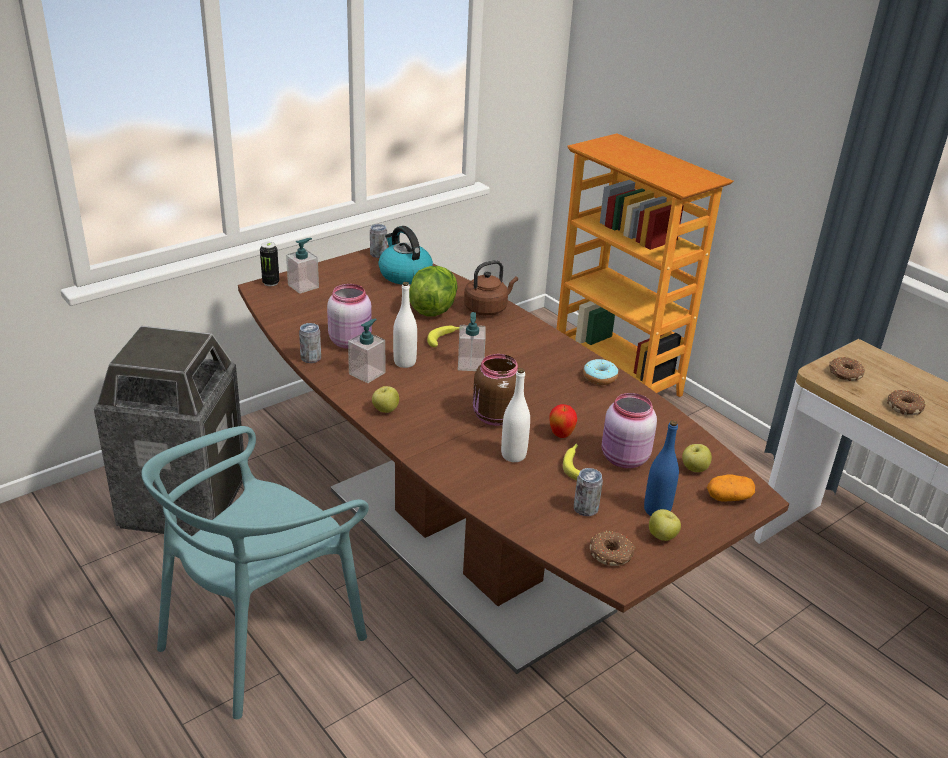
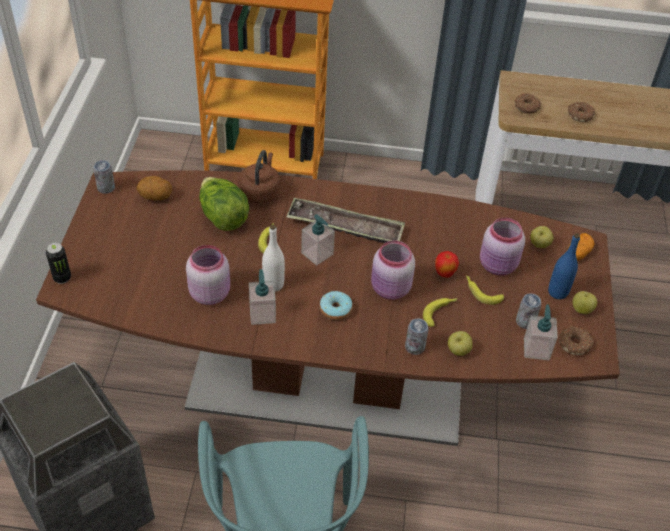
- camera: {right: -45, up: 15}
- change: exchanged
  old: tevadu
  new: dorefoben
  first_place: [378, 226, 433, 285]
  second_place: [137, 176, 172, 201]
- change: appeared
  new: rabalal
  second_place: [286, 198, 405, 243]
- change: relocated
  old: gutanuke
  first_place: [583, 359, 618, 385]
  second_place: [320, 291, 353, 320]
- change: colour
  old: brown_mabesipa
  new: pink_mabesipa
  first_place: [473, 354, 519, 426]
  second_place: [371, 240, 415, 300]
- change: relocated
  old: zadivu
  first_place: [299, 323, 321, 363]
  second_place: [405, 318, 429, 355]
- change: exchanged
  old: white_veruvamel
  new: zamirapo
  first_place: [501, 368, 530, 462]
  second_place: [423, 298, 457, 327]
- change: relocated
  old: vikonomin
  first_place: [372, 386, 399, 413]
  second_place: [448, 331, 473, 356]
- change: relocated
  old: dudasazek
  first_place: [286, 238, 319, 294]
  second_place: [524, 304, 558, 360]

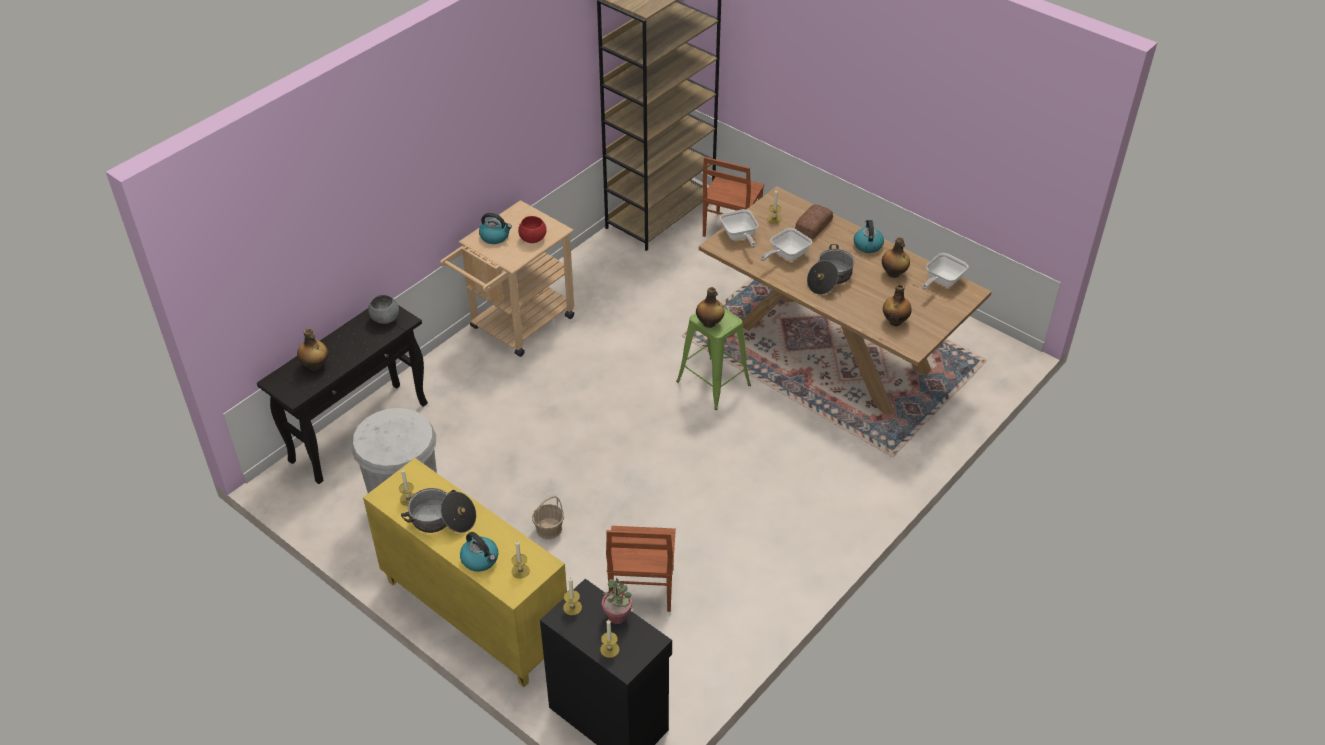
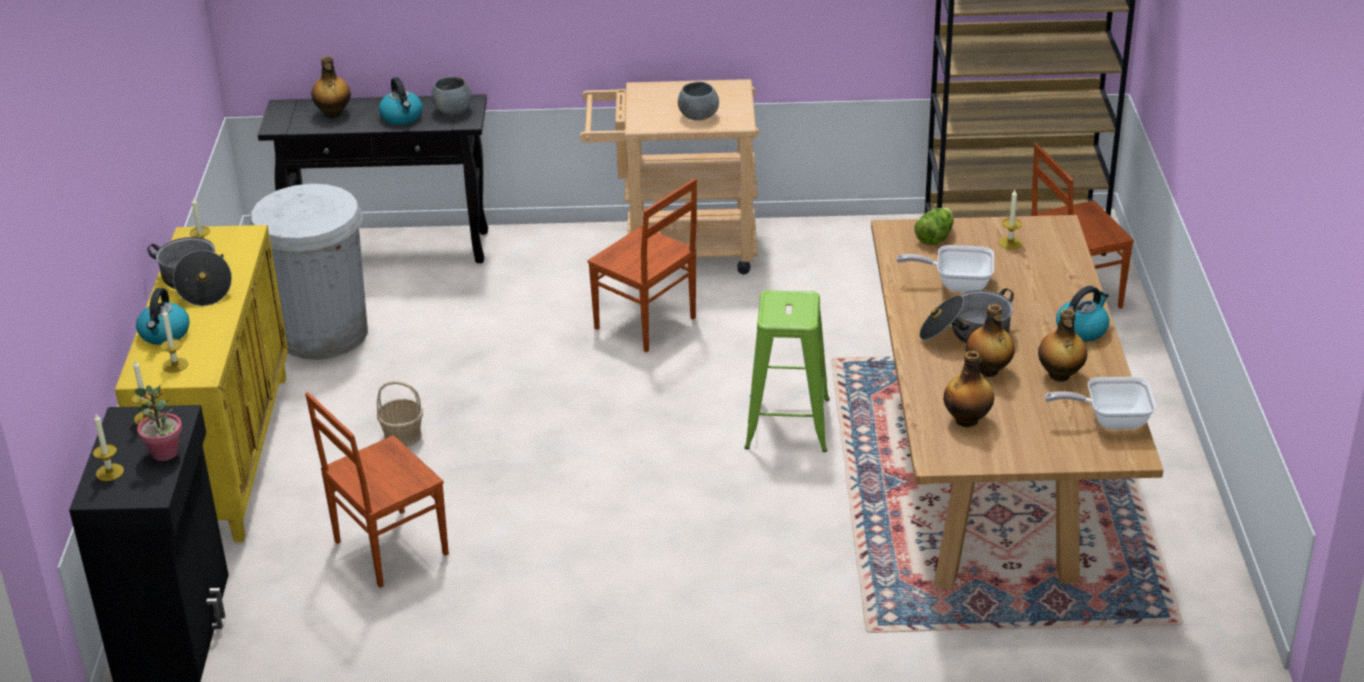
- camera: {right: 50, up: -10}
- change: relocated
  old: tevadu
  first_place: [479, 213, 512, 244]
  second_place: [379, 77, 423, 125]
- change: appeared
  new: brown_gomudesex
  second_place: [587, 178, 697, 353]
- change: colour
  old: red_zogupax
  new: grey_zogupax
  first_place: [518, 216, 547, 243]
  second_place: [678, 82, 719, 120]
- change: exchanged
  old: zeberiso
  new: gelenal
  first_place: [720, 209, 758, 248]
  second_place: [914, 208, 954, 245]
- change: relocated
  old: veruvamel
  first_place: [696, 287, 725, 328]
  second_place: [966, 304, 1015, 377]
- change: missing
  old: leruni
  first_place: [795, 204, 833, 239]

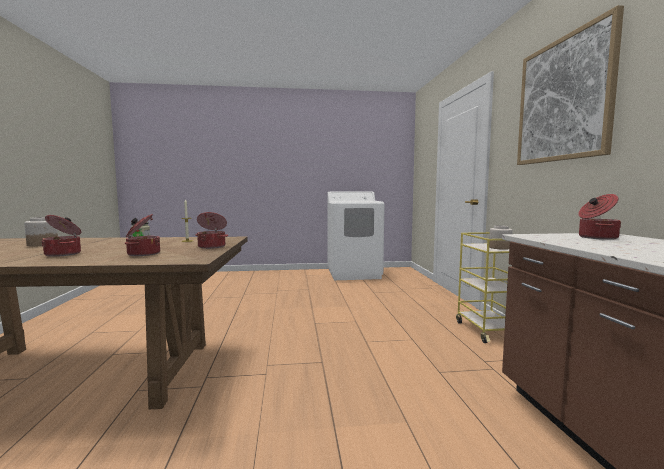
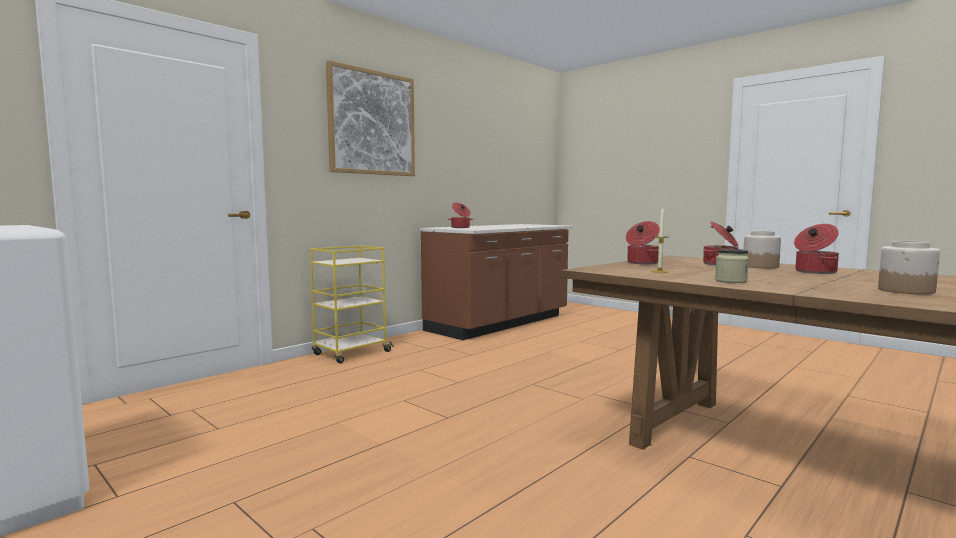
- camera: {right: -130, up: 0}
- change: relocated
  old: mabesipa
  first_place: [489, 225, 512, 250]
  second_place: [743, 231, 781, 269]

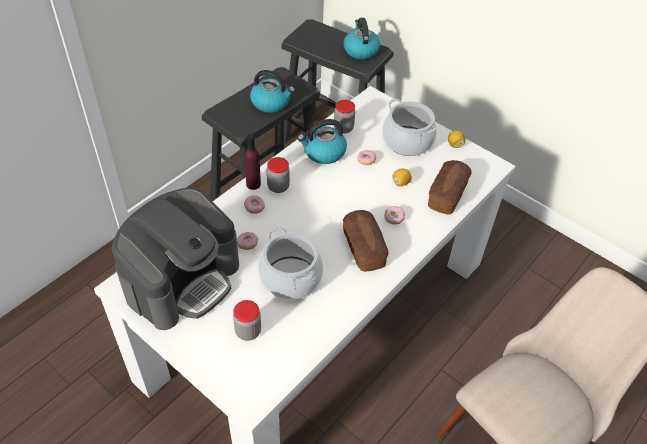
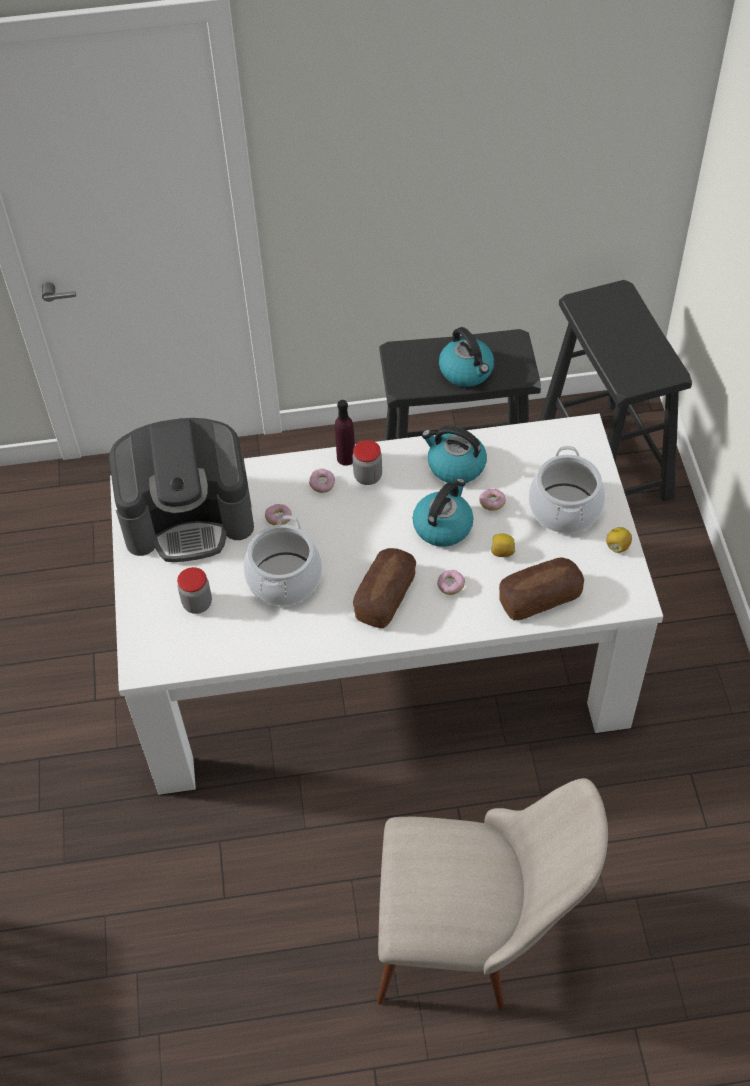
- camera: {right: 45, up: 5}
- change: relocated
  old: tevadu
  first_place: [343, 18, 380, 59]
  second_place: [412, 478, 474, 547]
- change: missing
  old: mabesipa
  first_place: [334, 100, 355, 134]

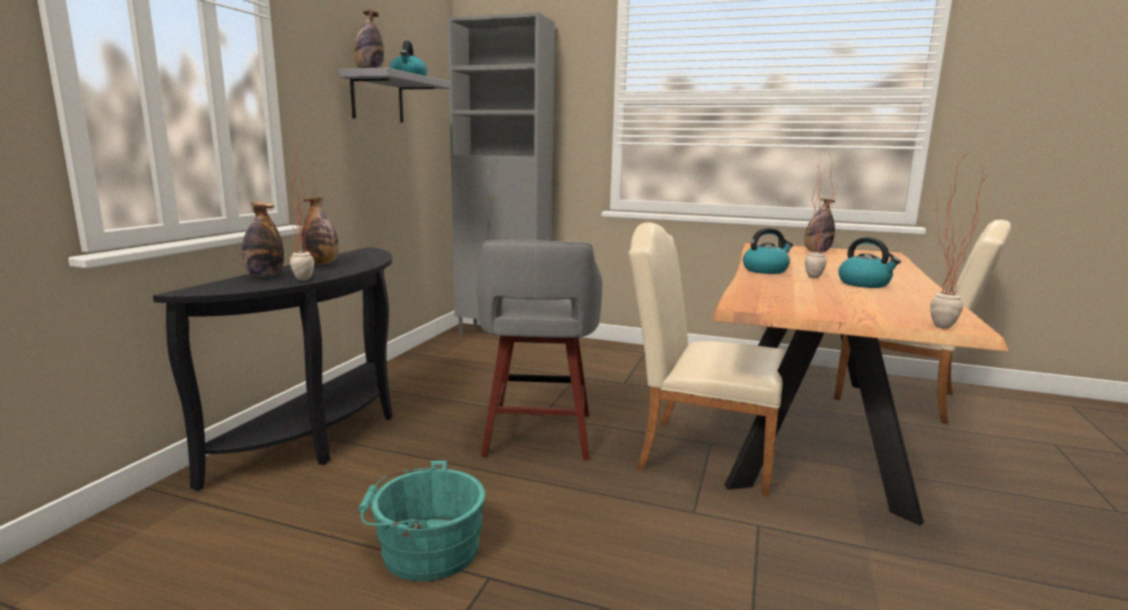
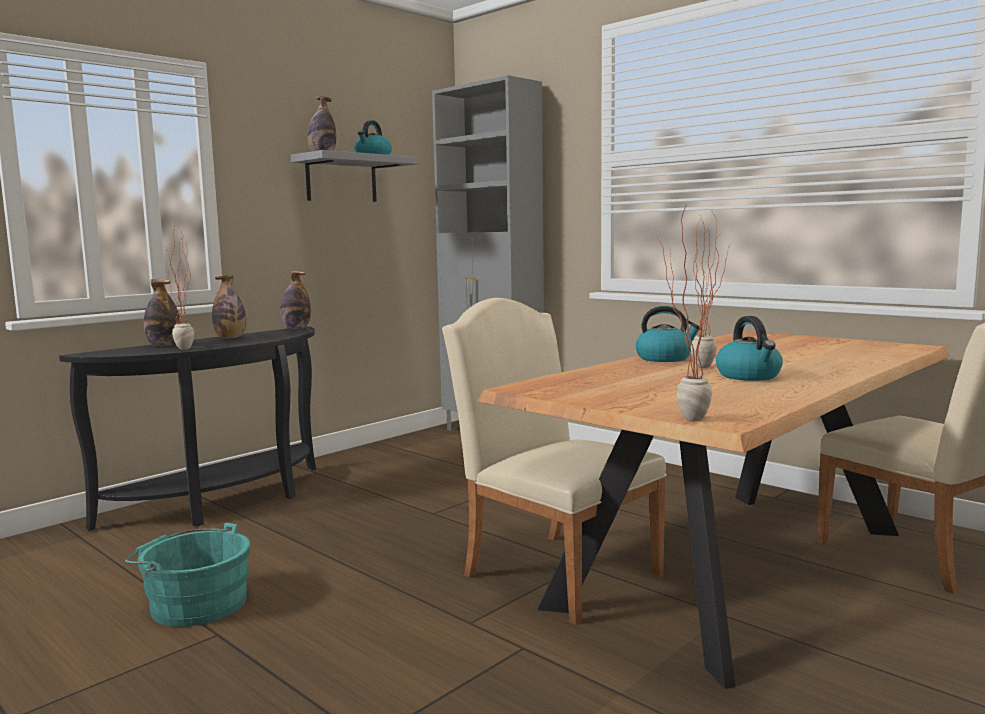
- camera: {right: 25, up: -5}
- change: relocated
  old: veruvamel
  first_place: [804, 198, 835, 252]
  second_place: [280, 271, 311, 329]
- change: missing
  old: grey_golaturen
  first_place: [477, 240, 602, 460]

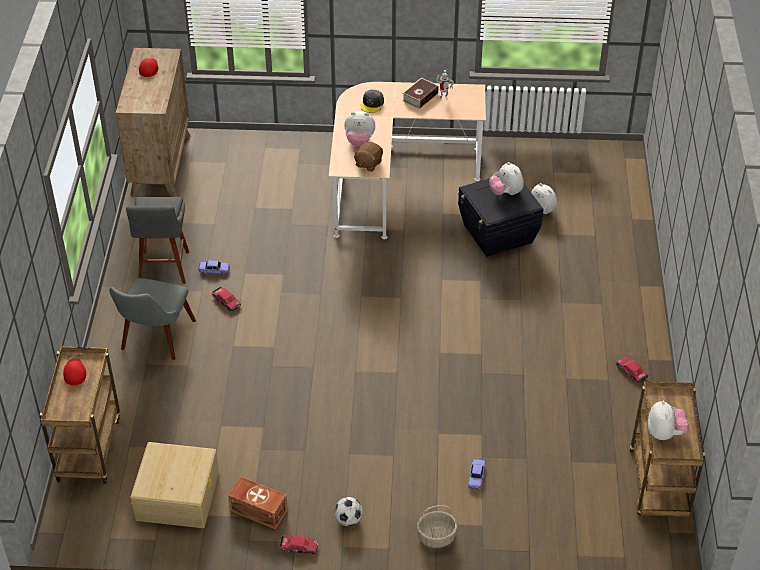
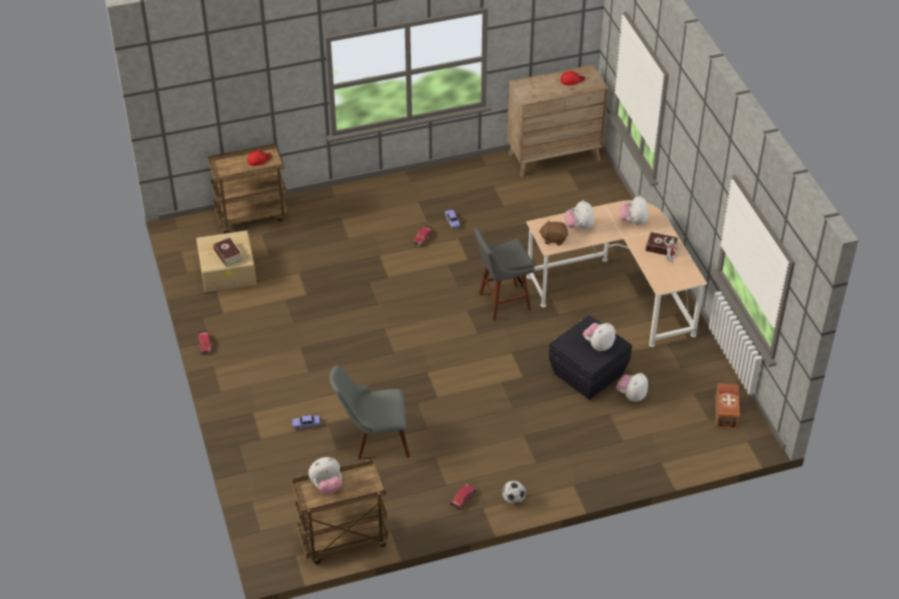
- camera: {right: 70, up: 0}
- change: appeared
  new: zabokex
  second_place: [213, 237, 243, 267]
- change: relocated
  old: grey_gomudesex
  first_place: [109, 278, 196, 360]
  second_place: [330, 365, 410, 460]
- change: relocated
  old: grey_golaturen
  first_place: [126, 197, 189, 284]
  second_place: [474, 228, 535, 321]
- change: relocated
  old: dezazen
  first_place: [334, 497, 363, 526]
  second_place: [502, 481, 526, 505]
- change: exchanged
  old: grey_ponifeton
  new: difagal
  first_place: [360, 90, 384, 113]
  second_place: [619, 195, 648, 225]
- change: relocated
  old: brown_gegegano
  first_place: [228, 477, 288, 529]
  second_place: [715, 383, 740, 429]
- change: missing
  old: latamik
  first_place: [417, 505, 457, 548]

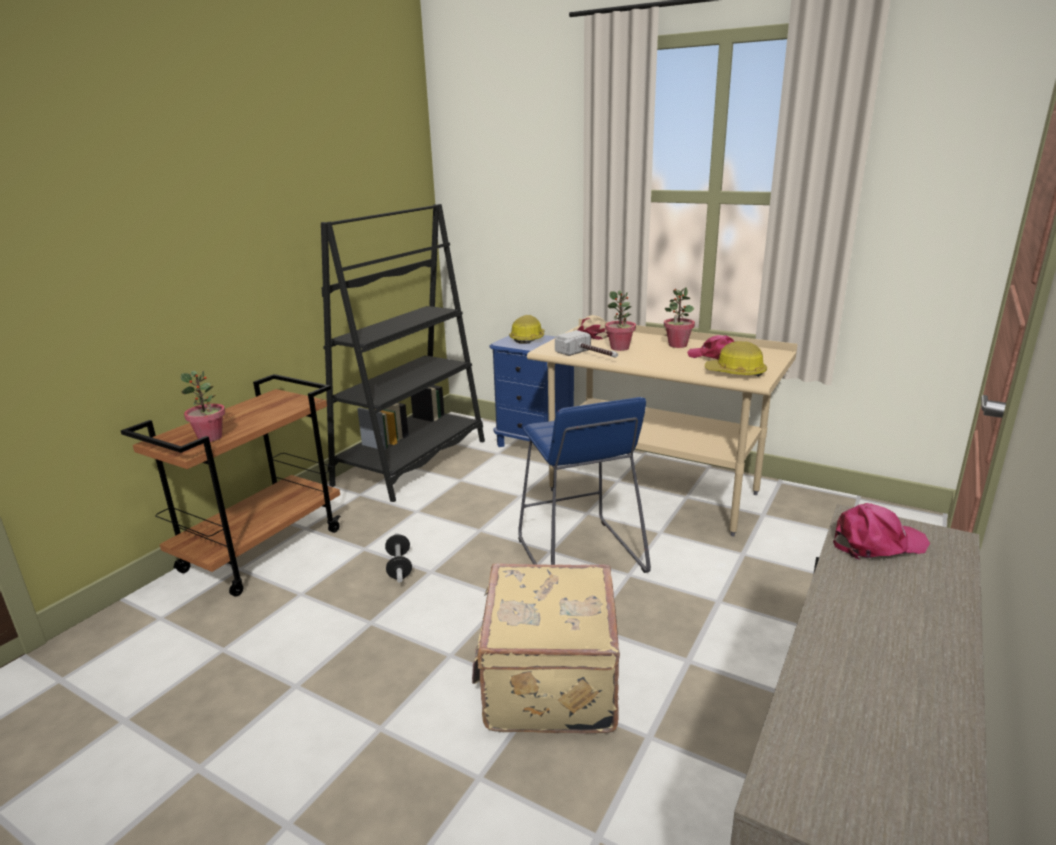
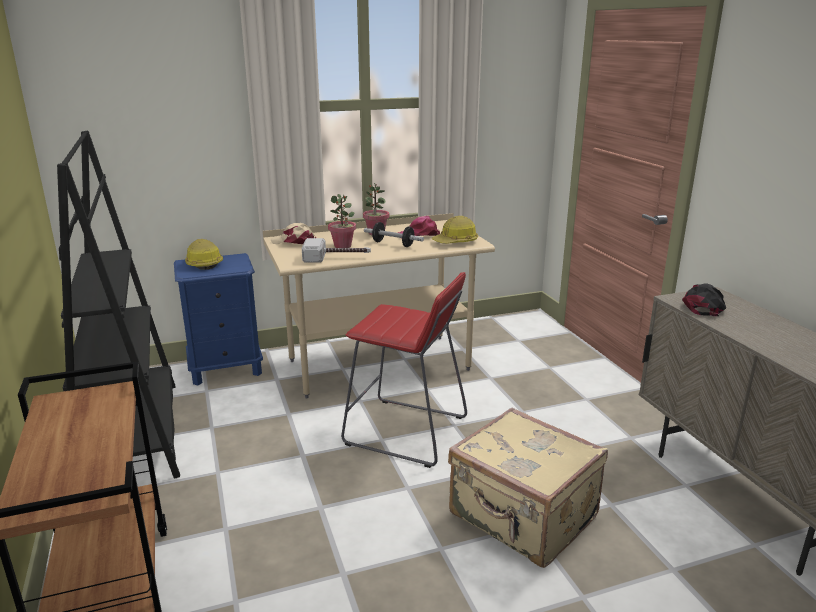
- camera: {right: -50, up: 0}
- change: colour
  old: blue_golaturen
  new: red_golaturen
  first_place: [518, 397, 651, 573]
  second_place: [341, 272, 467, 468]
- change: relocated
  old: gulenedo
  first_place: [385, 533, 412, 582]
  second_place: [364, 222, 424, 247]
- change: colour
  old: pink_ponifeton
  new: black_ponifeton
  first_place: [833, 503, 930, 560]
  second_place: [682, 284, 726, 316]
- change: missing
  old: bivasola
  first_place: [181, 371, 225, 442]

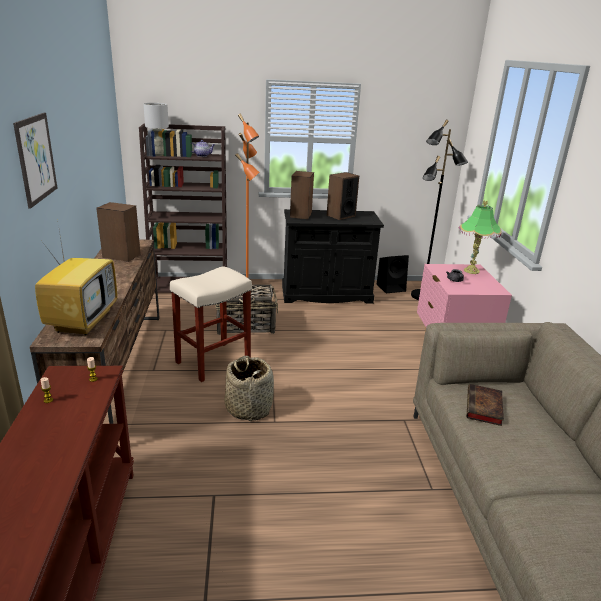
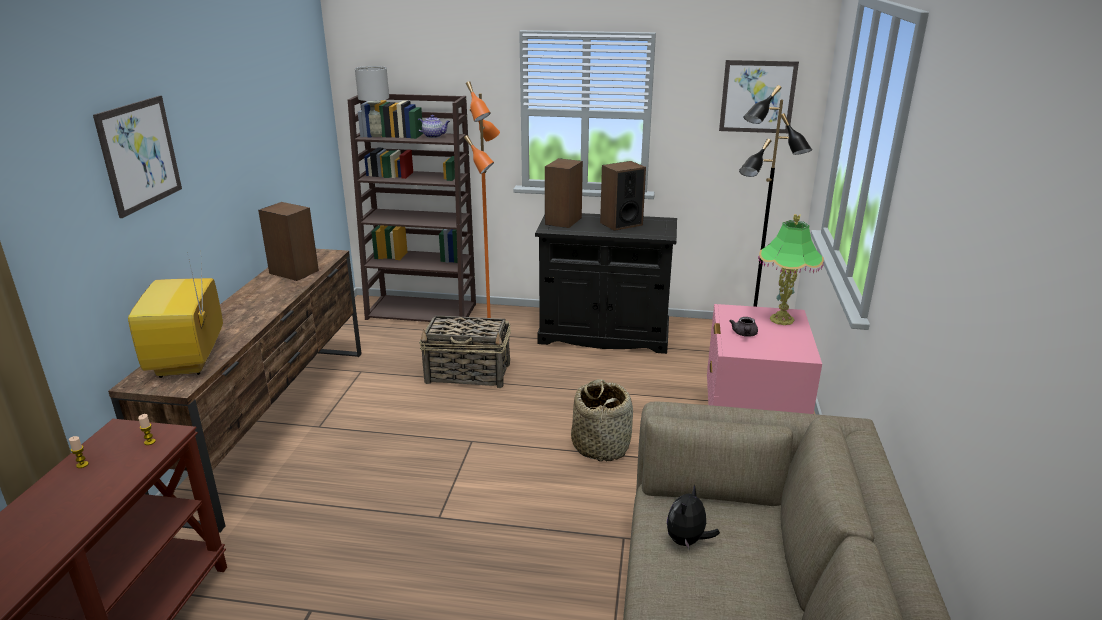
- camera: {right: 15, up: 0}
- change: spun
  old: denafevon
  first_place: [35, 225, 117, 335]
  second_place: [128, 257, 223, 378]
  degrees: 150
- change: relocated
  old: latamik
  first_place: [224, 356, 274, 421]
  second_place: [571, 379, 633, 462]
- change: exchanged
  old: zabokex
  new: difagal
  first_place: [467, 384, 504, 426]
  second_place: [667, 484, 720, 549]
- change: appeared
  new: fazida
  second_place: [719, 60, 799, 133]
- change: missing
  old: beige_golaturen
  first_place: [170, 266, 252, 382]
- change: missing
  old: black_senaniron
  first_place: [377, 255, 409, 293]

